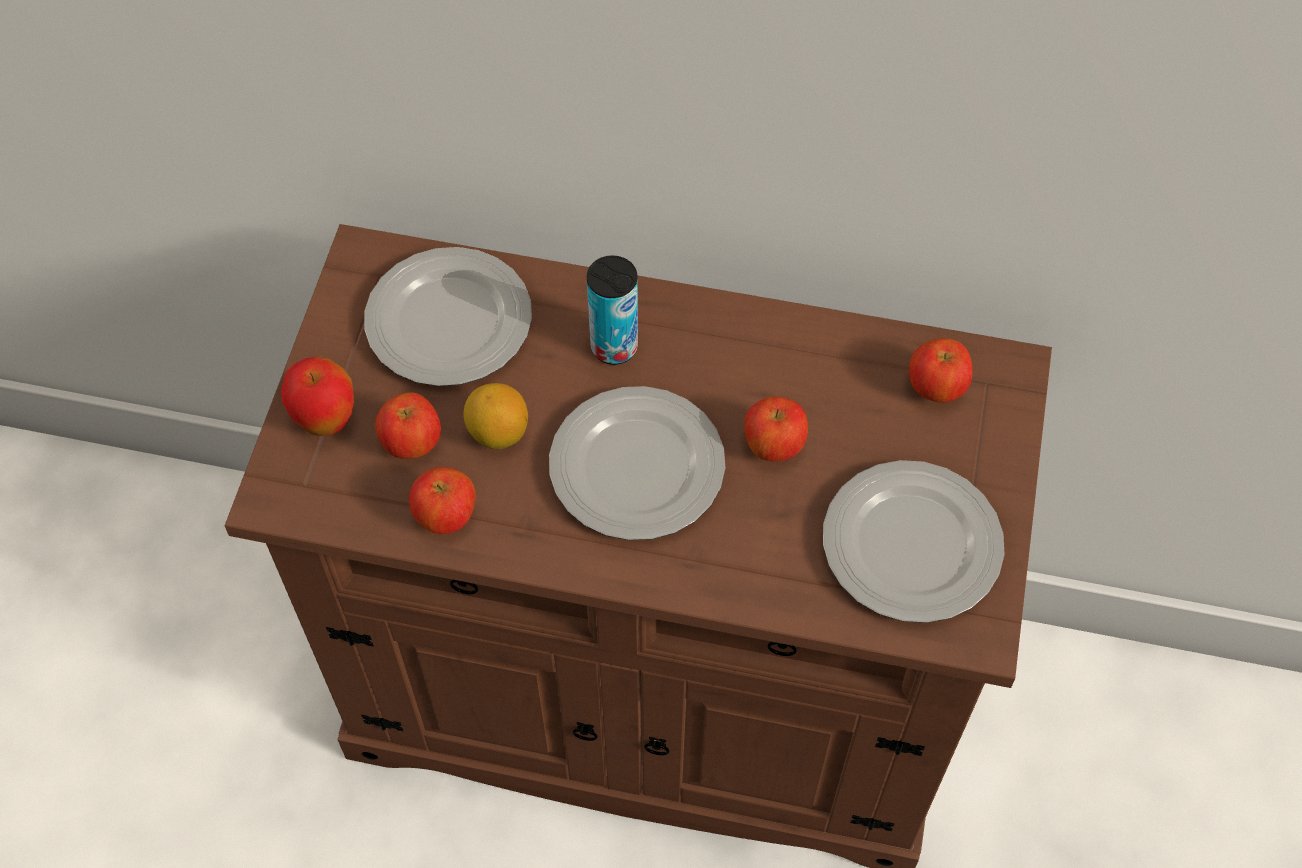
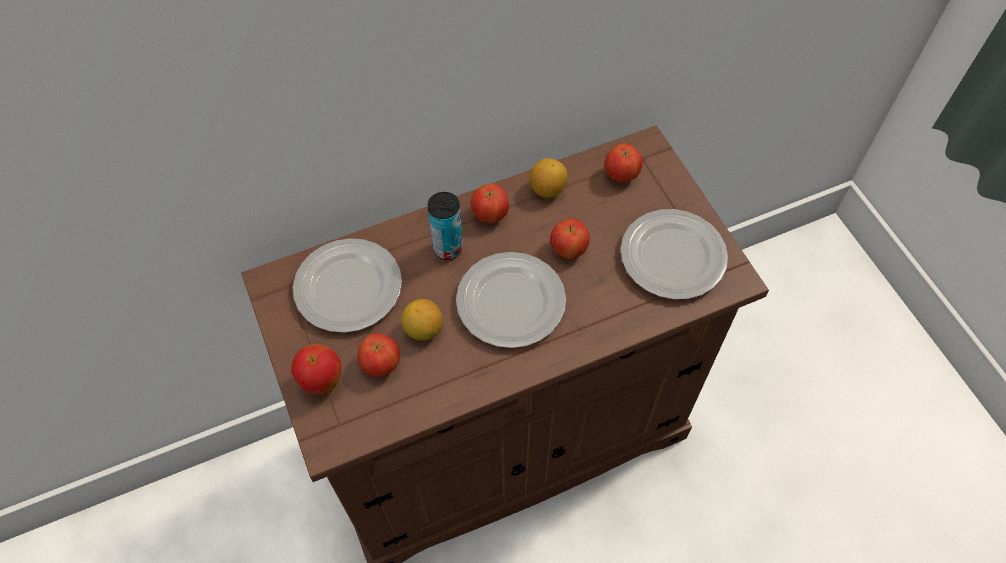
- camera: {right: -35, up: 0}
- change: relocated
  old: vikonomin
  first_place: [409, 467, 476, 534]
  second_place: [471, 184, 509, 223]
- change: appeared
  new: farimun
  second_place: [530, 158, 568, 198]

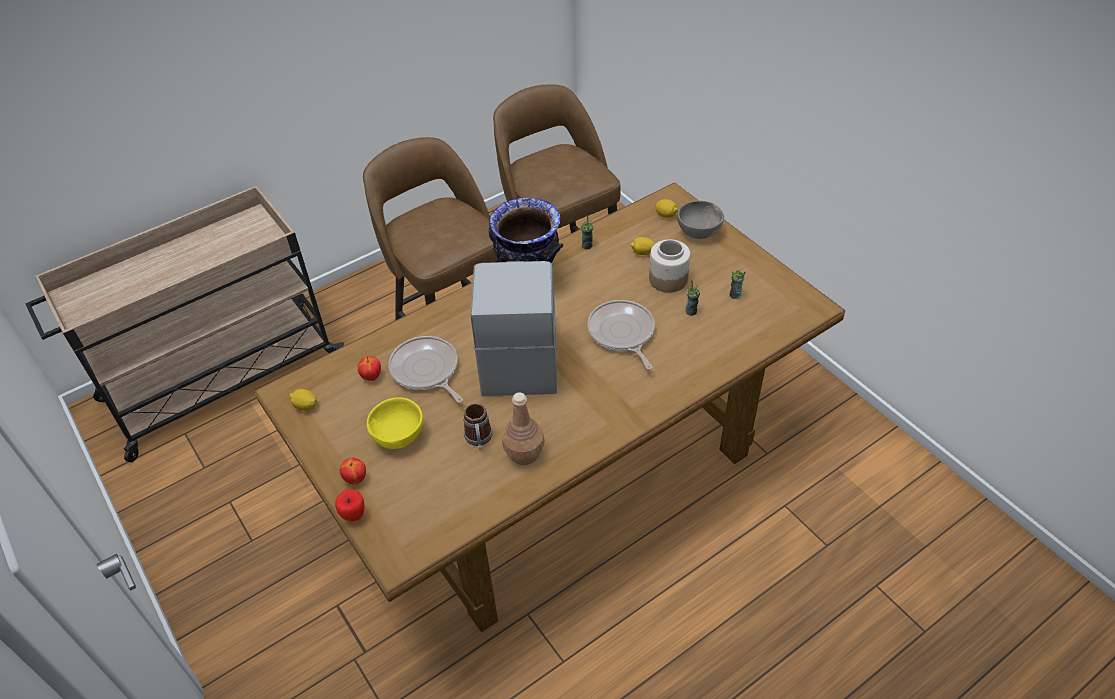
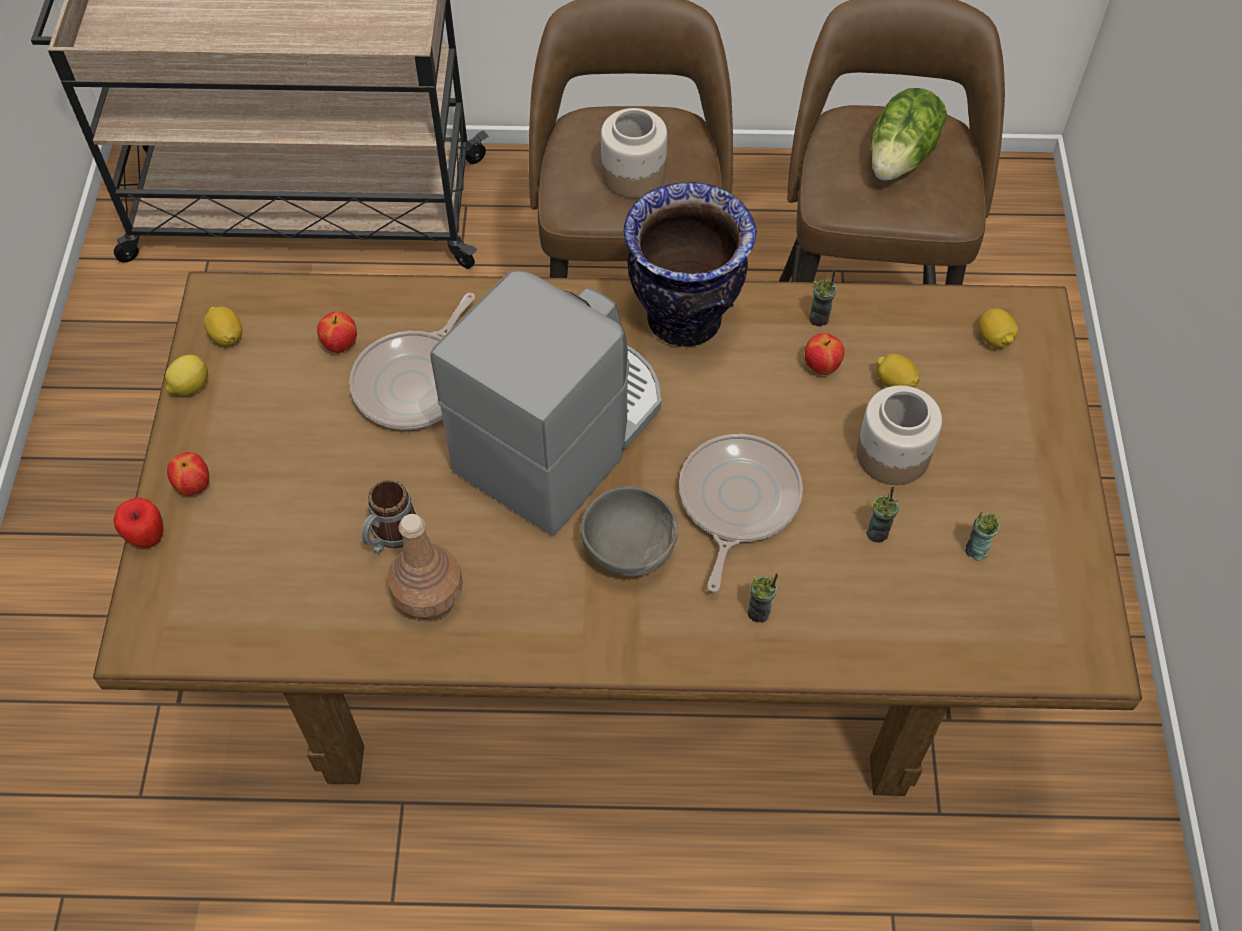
- camera: {right: 35, up: 10}
- change: appeared
  new: farimun
  second_place: [165, 354, 208, 396]
- change: spun
  old: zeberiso
  first_place: [388, 336, 463, 403]
  second_place: [349, 293, 475, 430]
  degrees: -150
- change: relocated
  old: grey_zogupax
  first_place: [677, 201, 724, 239]
  second_place: [581, 486, 678, 577]
- change: appeared
  new: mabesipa
  second_place: [601, 108, 667, 198]
- change: appeared
  new: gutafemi
  second_place: [747, 573, 778, 623]
- change: appeared
  new: vikonomin
  second_place: [805, 333, 845, 375]
- change: appeared
  new: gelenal
  second_place: [871, 88, 947, 181]
- change: missing
  old: yellow_zogupax
  first_place: [367, 397, 423, 449]

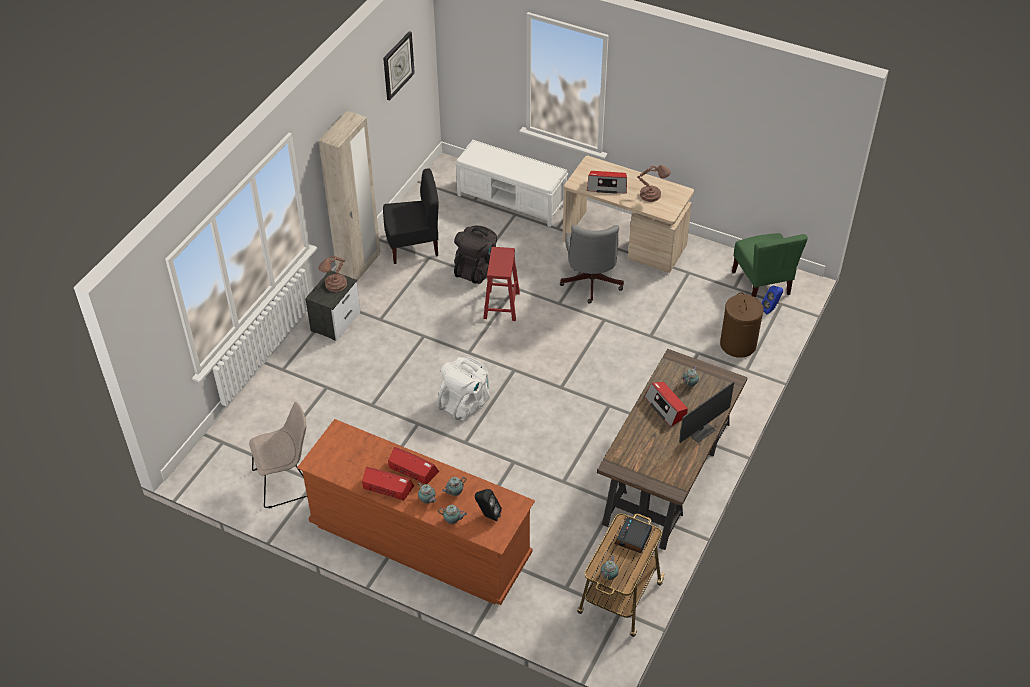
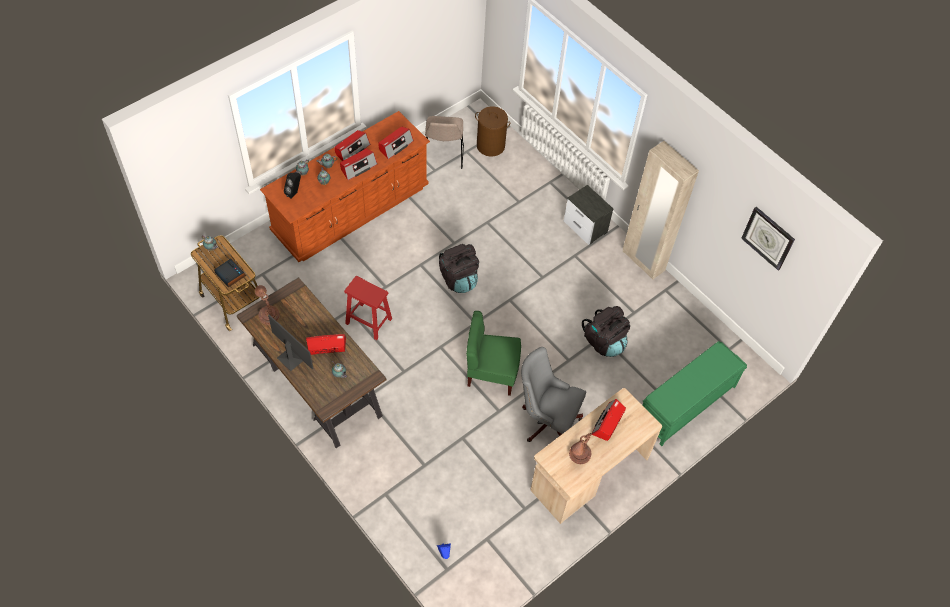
- camera: {right: 110, up: 10}
- change: relocated
  old: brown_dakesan
  first_place: [318, 256, 347, 292]
  second_place: [255, 285, 280, 325]
- change: spun
  old: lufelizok
  first_place: [679, 382, 734, 443]
  second_place: [268, 315, 313, 371]
  degrees: 150
- change: relocated
  old: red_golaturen
  first_place: [483, 247, 520, 321]
  second_place: [344, 276, 392, 340]
- change: appeared
  new: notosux
  second_place: [378, 126, 414, 159]
- change: colour
  old: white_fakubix
  new: black_fakubix
  first_place: [437, 357, 489, 421]
  second_place: [439, 244, 479, 293]
- change: relocated
  old: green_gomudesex
  first_place: [732, 233, 808, 298]
  second_place: [466, 311, 521, 396]
- change: relocated
  old: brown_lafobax
  first_place: [720, 293, 764, 358]
  second_place: [475, 106, 510, 157]
- change: colour
  old: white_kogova
  new: green_kogova
  first_place: [455, 140, 568, 227]
  second_place: [642, 341, 747, 446]
- change: missing
  old: black_gomudesex
  first_place: [383, 169, 439, 264]

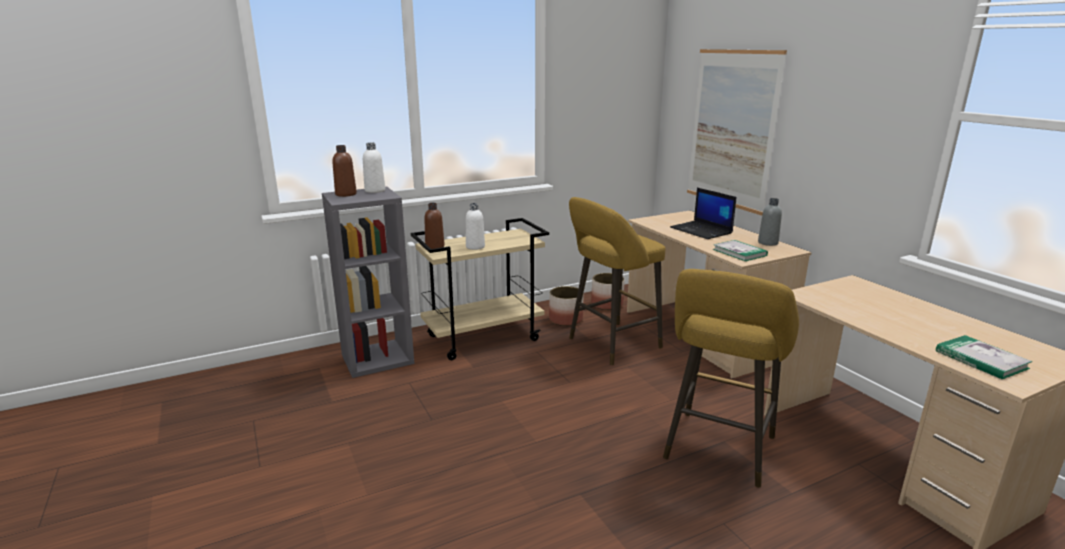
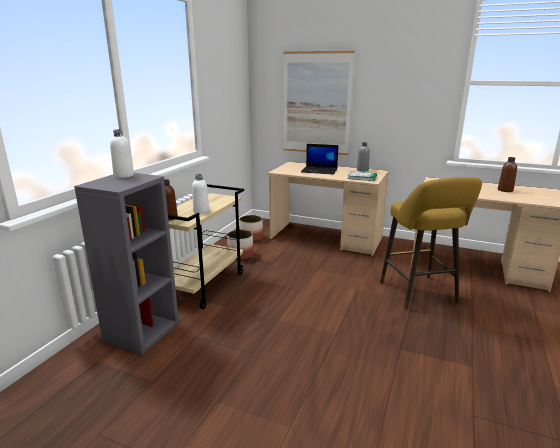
- camera: {right: -40, up: 0}
- change: relocated
  old: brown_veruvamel
  first_place: [333, 145, 357, 197]
  second_place: [498, 157, 517, 192]
- change: missing
  old: yellow_golaturen
  first_place: [569, 197, 665, 365]
- change: missing
  old: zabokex
  first_place: [936, 335, 1032, 379]

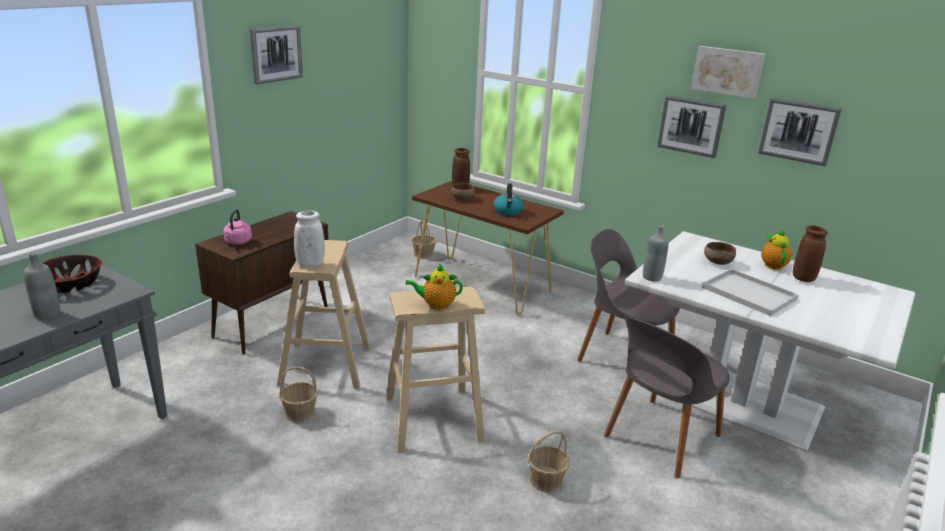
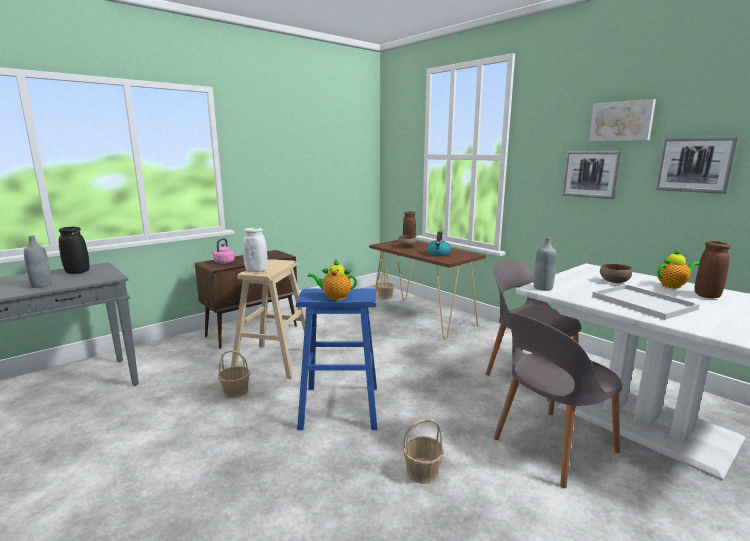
- camera: {right: 15, up: -10}
- change: exchanged
  old: zogupax
  new: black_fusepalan
  first_place: [43, 255, 102, 293]
  second_place: [59, 227, 89, 274]
- change: colour
  old: beige_golaturen
  new: blue_golaturen
  first_place: [386, 287, 485, 452]
  second_place: [296, 288, 377, 430]
- change: spun
  old: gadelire
  first_place: [761, 229, 792, 270]
  second_place: [657, 249, 699, 288]
  degrees: 60
- change: missing
  old: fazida
  first_place: [250, 25, 303, 84]

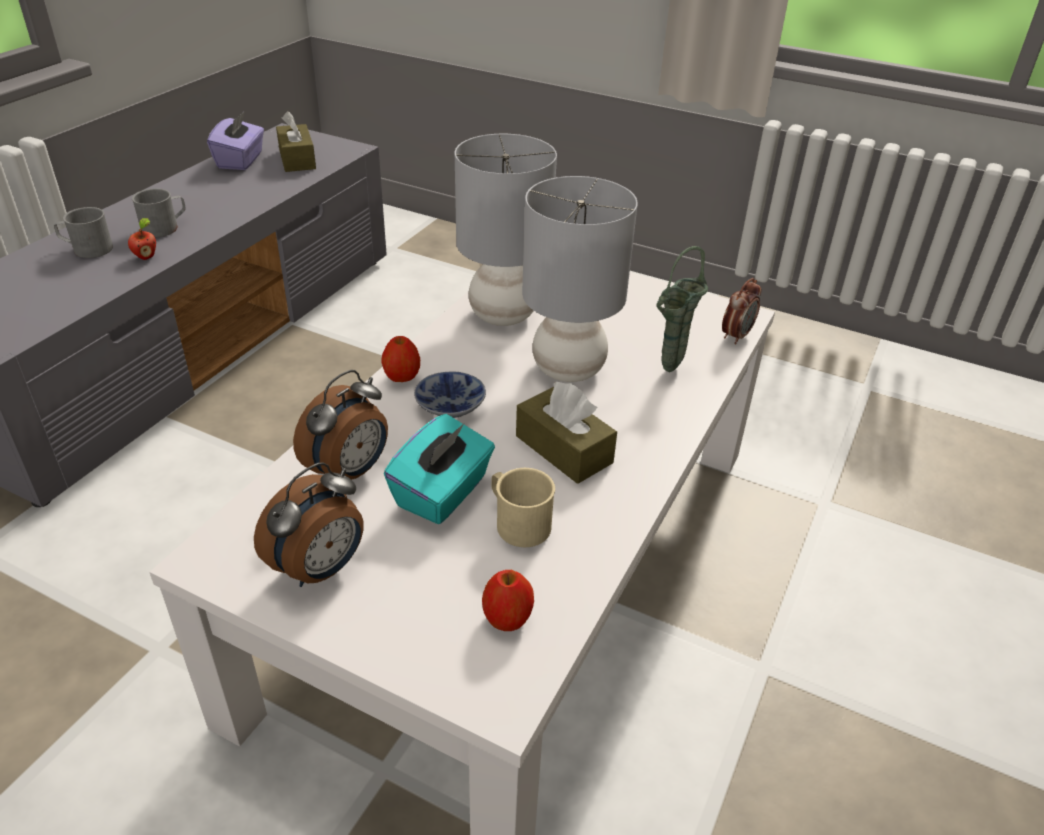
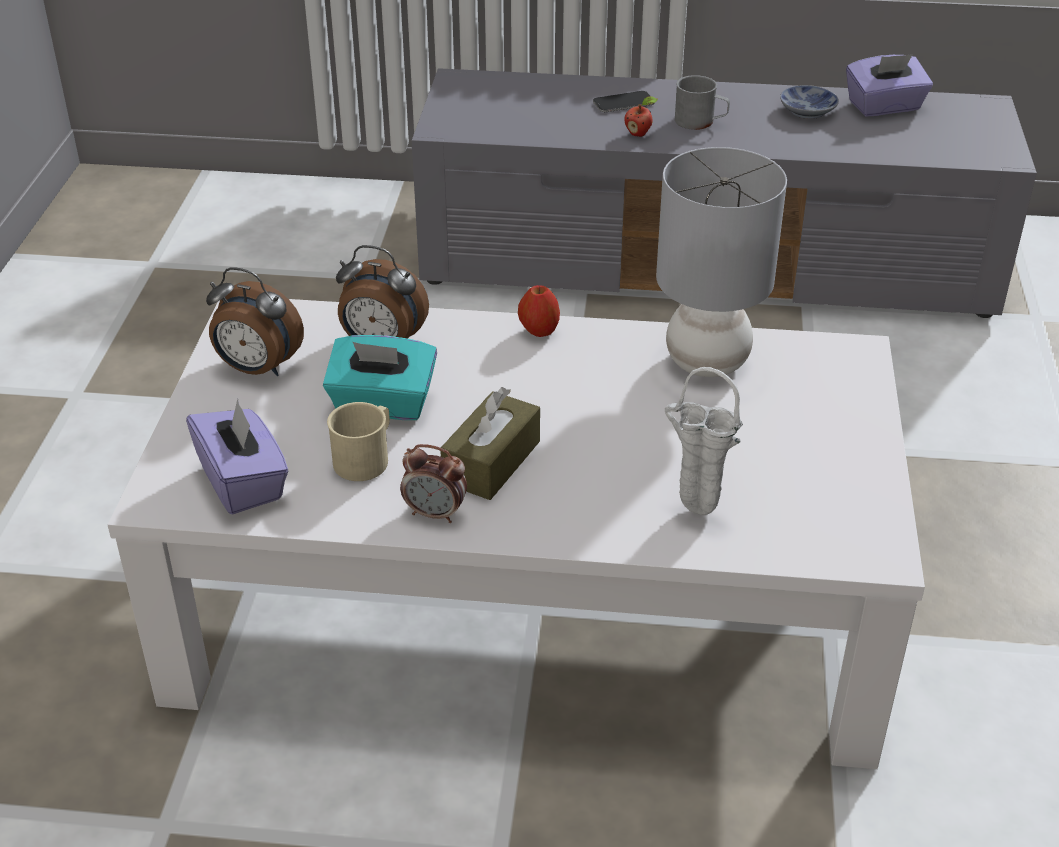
- camera: {right: 70, up: 0}
- change: exchanged
  old: vikonomin
  new: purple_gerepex
  first_place: [482, 570, 534, 631]
  second_place: [186, 399, 288, 515]
- change: relocated
  old: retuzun
  first_place: [722, 278, 761, 345]
  second_place: [400, 444, 467, 523]
- change: exchanged
  old: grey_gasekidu
  new: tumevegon
  first_place: [54, 207, 113, 258]
  second_place: [593, 91, 655, 112]
- change: colour
  old: green_fusepalan
  new: white_fusepalan
  first_place: [656, 246, 708, 372]
  second_place: [665, 367, 743, 515]
- change: relocated
  old: zogupax
  first_place: [414, 371, 486, 418]
  second_place: [780, 85, 839, 119]
- change: missing
  old: brown_gerepex
  first_place: [276, 111, 316, 172]
- change: missing
  old: grey_dakesan
  first_place: [522, 176, 638, 382]

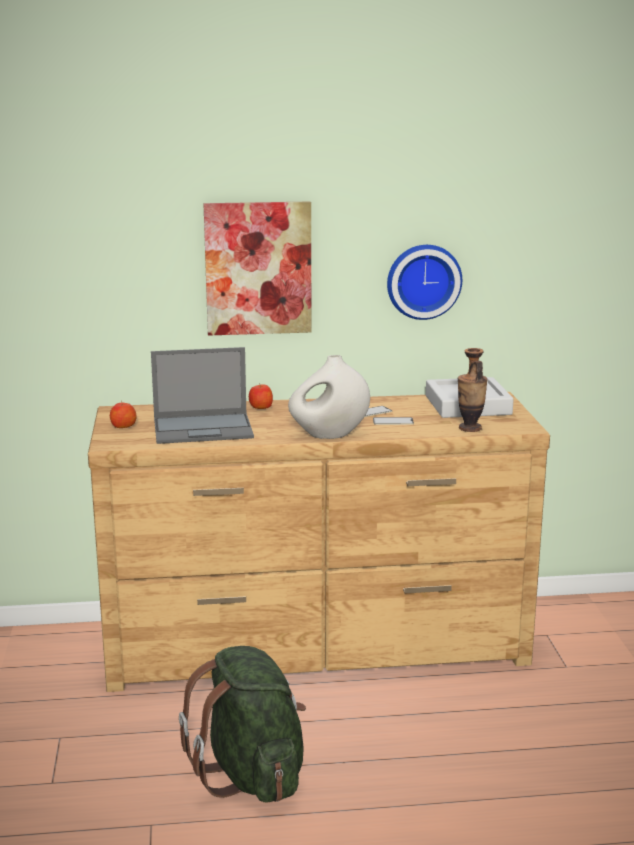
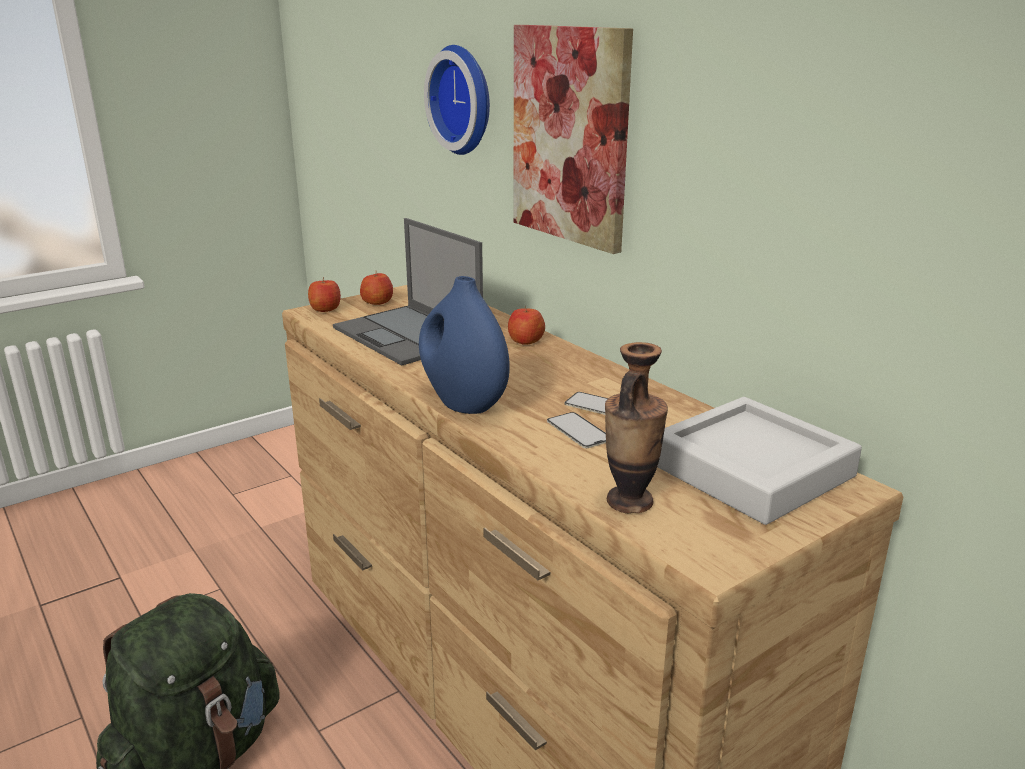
- camera: {right: 60, up: 5}
- change: appeared
  new: vikonomin
  second_place: [308, 277, 341, 312]
- change: colour
  old: white_fusepalan
  new: blue_fusepalan
  first_place: [288, 355, 370, 439]
  second_place: [419, 276, 510, 414]
- change: relocated
  old: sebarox
  first_place: [387, 245, 462, 320]
  second_place: [424, 45, 490, 155]

